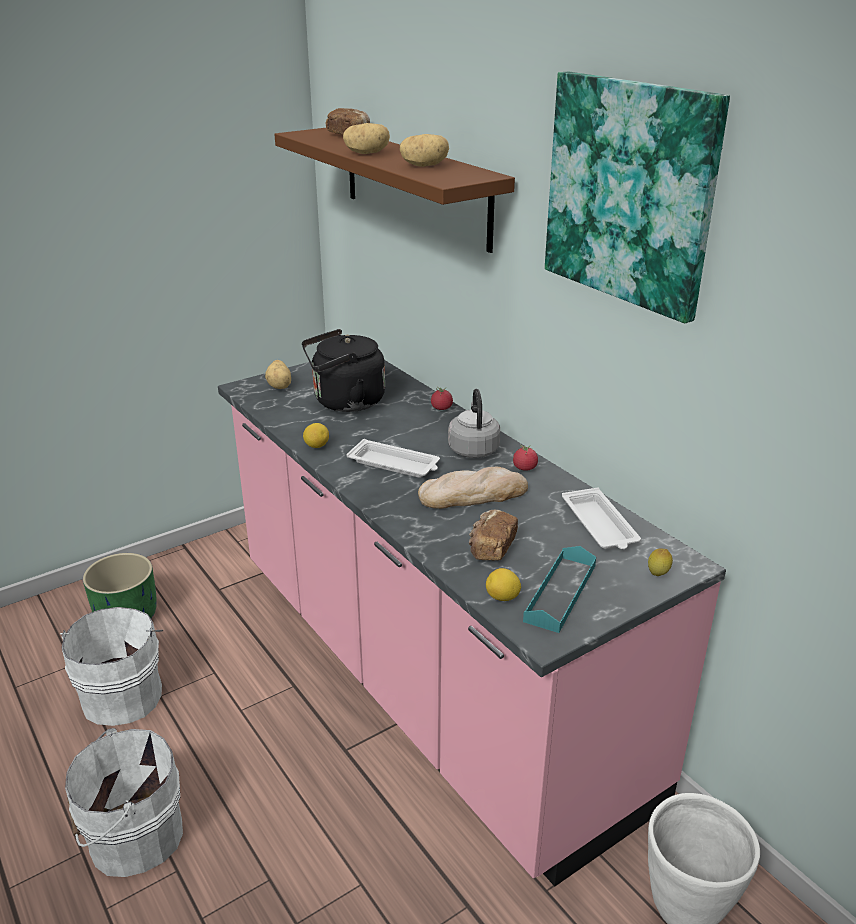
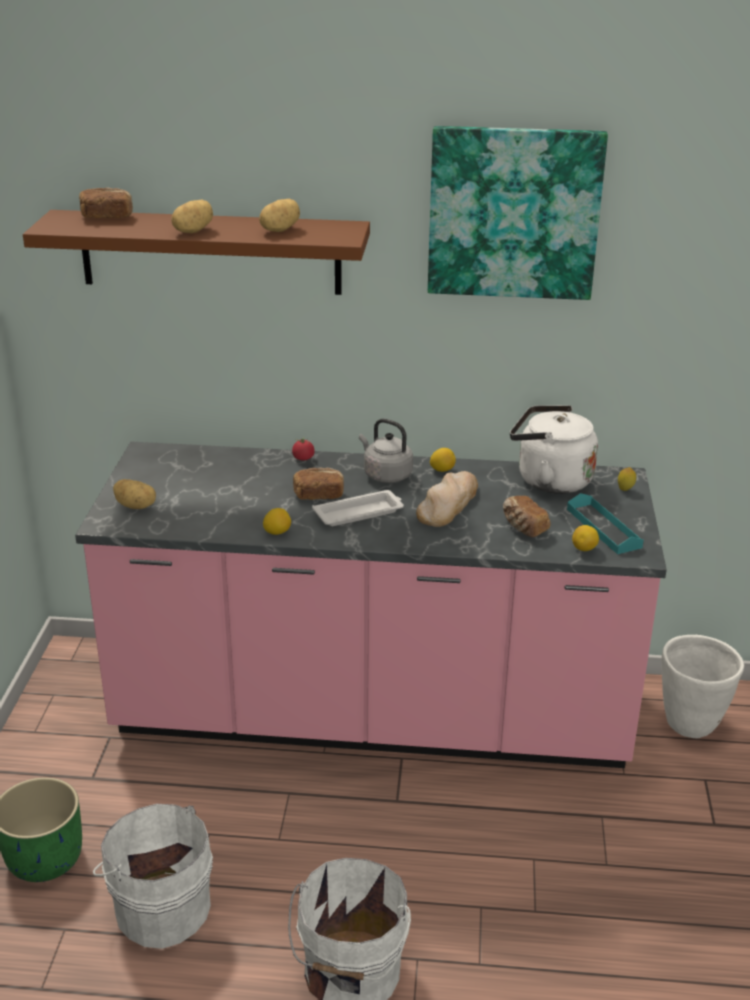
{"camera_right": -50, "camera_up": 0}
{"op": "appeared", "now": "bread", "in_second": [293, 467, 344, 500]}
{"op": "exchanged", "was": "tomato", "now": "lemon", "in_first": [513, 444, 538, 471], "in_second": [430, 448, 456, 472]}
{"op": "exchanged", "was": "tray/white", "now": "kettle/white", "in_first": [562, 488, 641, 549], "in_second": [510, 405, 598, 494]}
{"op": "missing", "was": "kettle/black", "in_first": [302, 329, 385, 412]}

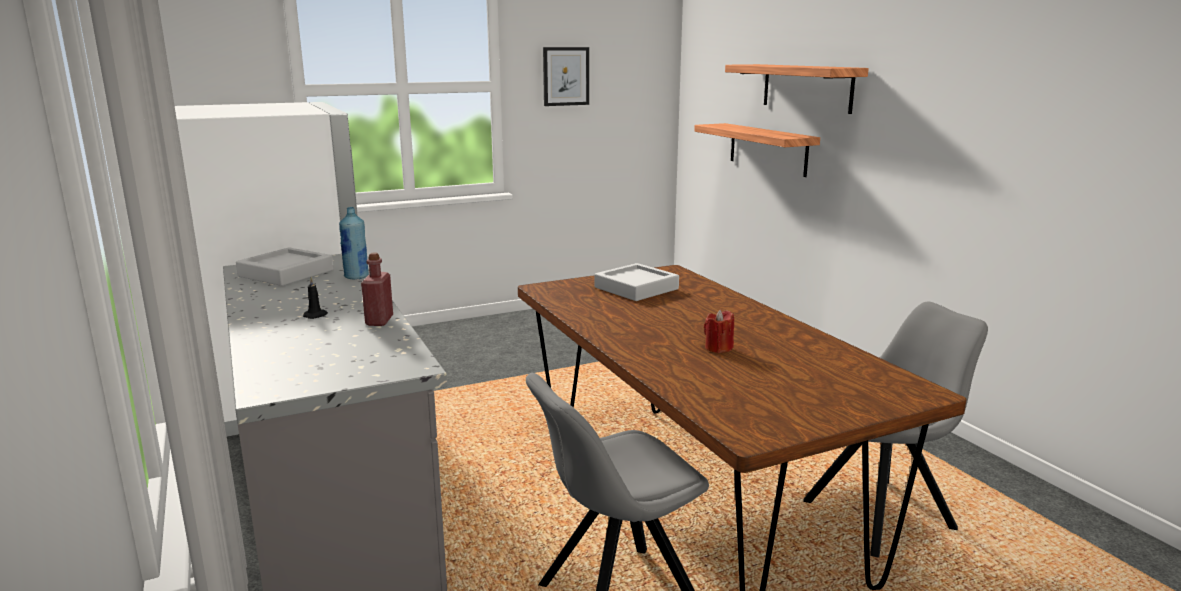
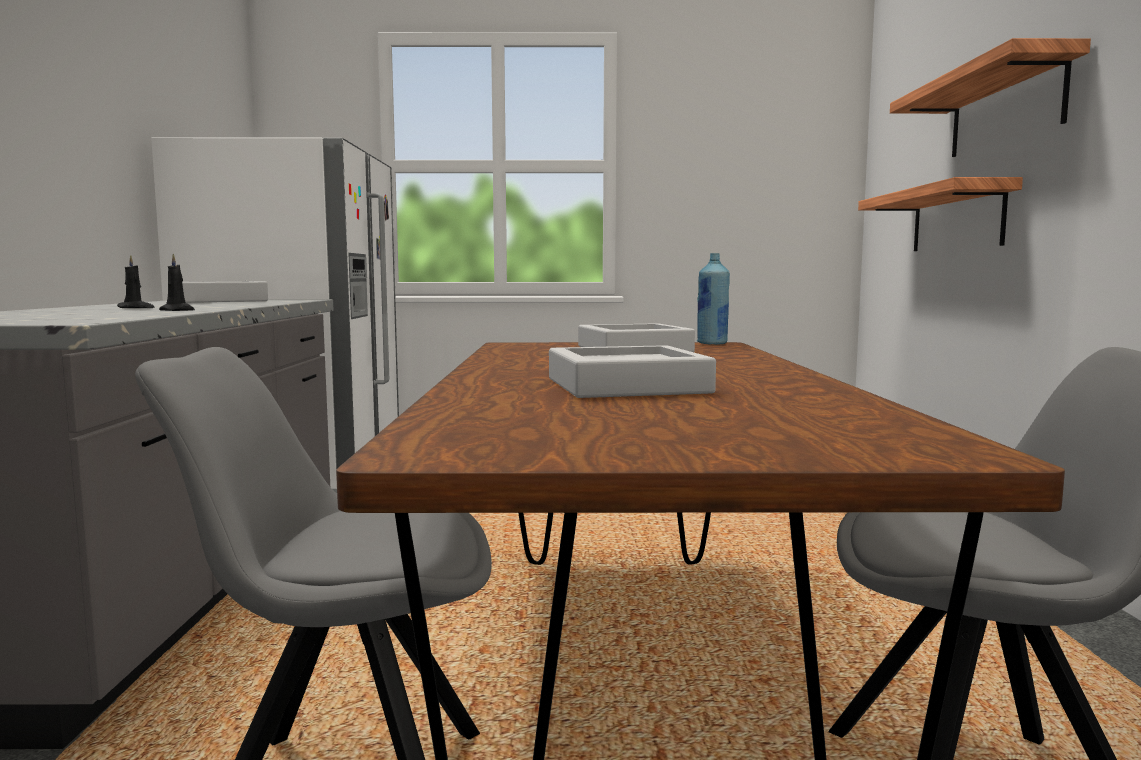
{"camera_right": 25, "camera_up": -10}
{"op": "exchanged", "was": "bottle/red", "now": "candle/black", "in_first": [361, 253, 393, 326], "in_second": [159, 253, 195, 311]}
{"op": "exchanged", "was": "candle/red", "now": "tray/grey", "in_first": [704, 310, 734, 353], "in_second": [549, 345, 716, 398]}
{"op": "relocated", "was": "bottle/blue", "in_first": [339, 207, 369, 280], "in_second": [697, 253, 730, 345]}
{"op": "missing", "was": "picture", "in_first": [543, 47, 589, 106]}

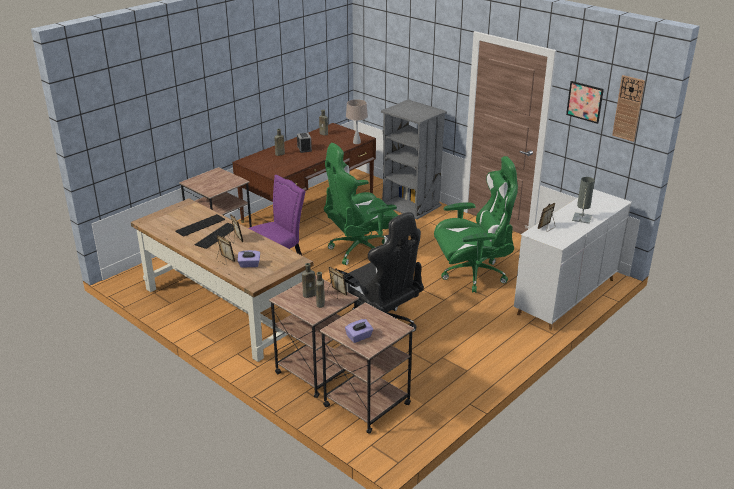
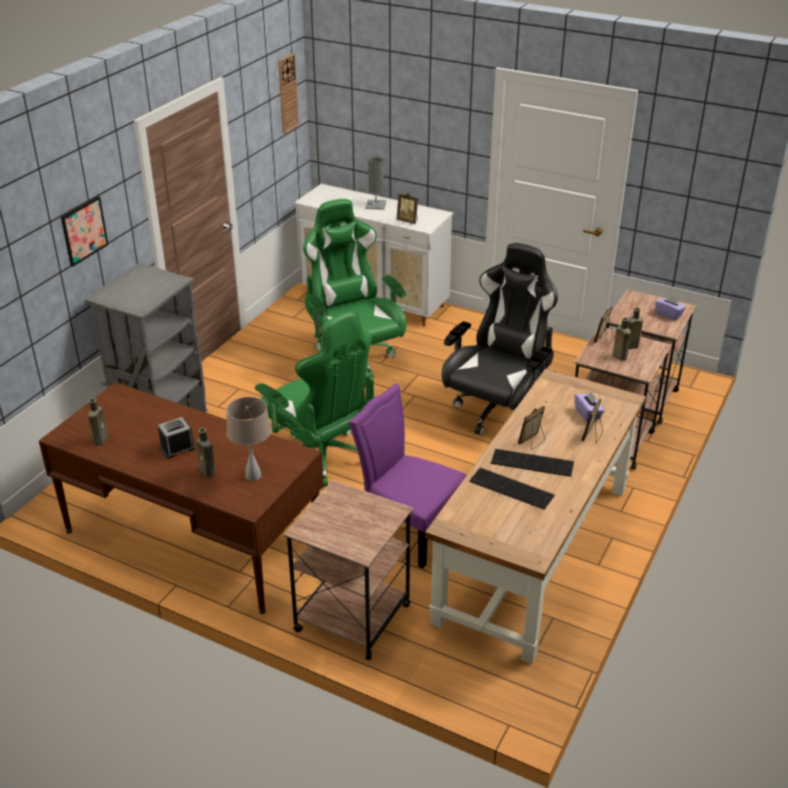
{"camera_right": -105, "camera_up": 5}
{"op": "relocated", "was": "picture", "in_first": [566, 81, 604, 124], "in_second": [61, 196, 108, 267]}
{"op": "relocated", "was": "table lamp/beige", "in_first": [346, 99, 368, 144], "in_second": [226, 397, 271, 481]}

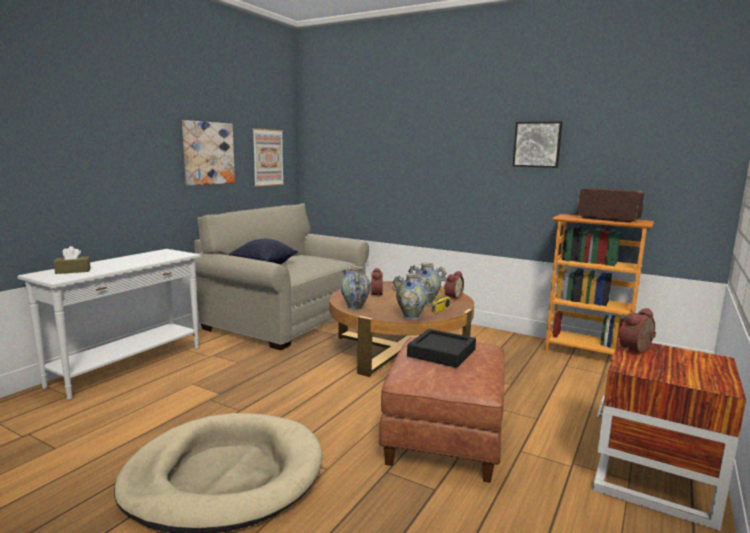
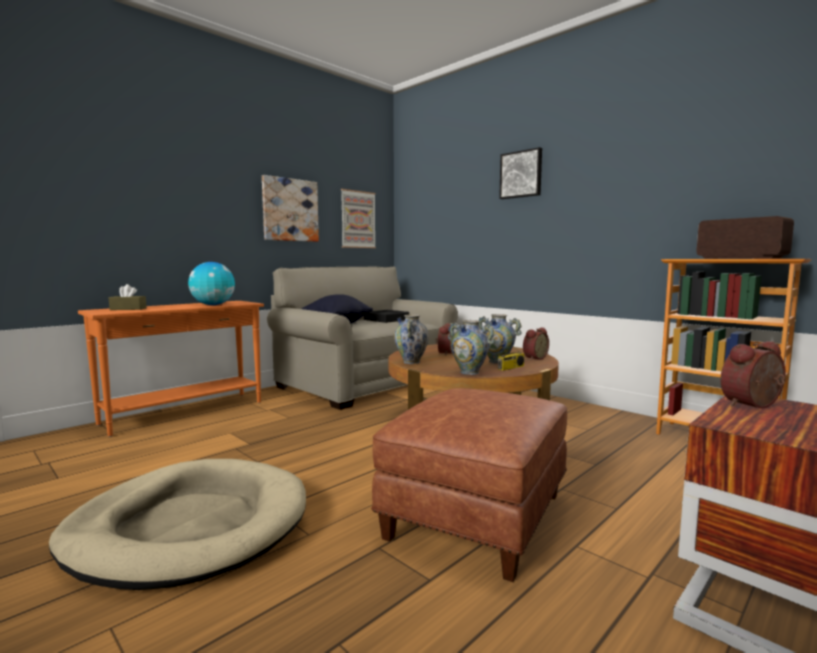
{"camera_right": 15, "camera_up": -5}
{"op": "colour", "was": "console table/white", "now": "console table/orange", "in_first": [17, 249, 201, 400], "in_second": [78, 301, 264, 437]}
{"op": "appeared", "now": "globe", "in_second": [188, 262, 235, 305]}
{"op": "relocated", "was": "tray/black", "in_first": [407, 329, 476, 368], "in_second": [364, 310, 409, 323]}
{"op": "relocated", "was": "picture", "in_first": [513, 121, 563, 168], "in_second": [499, 147, 542, 199]}

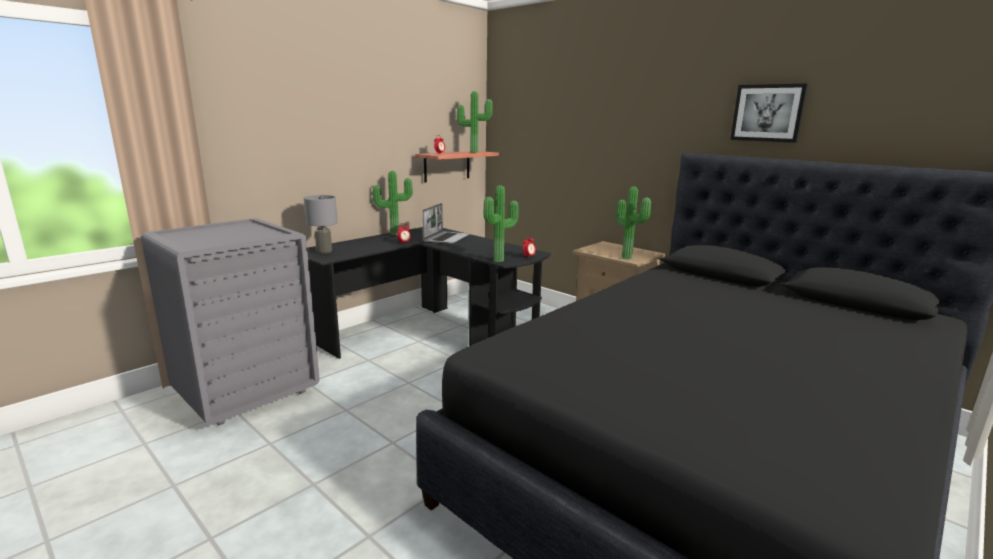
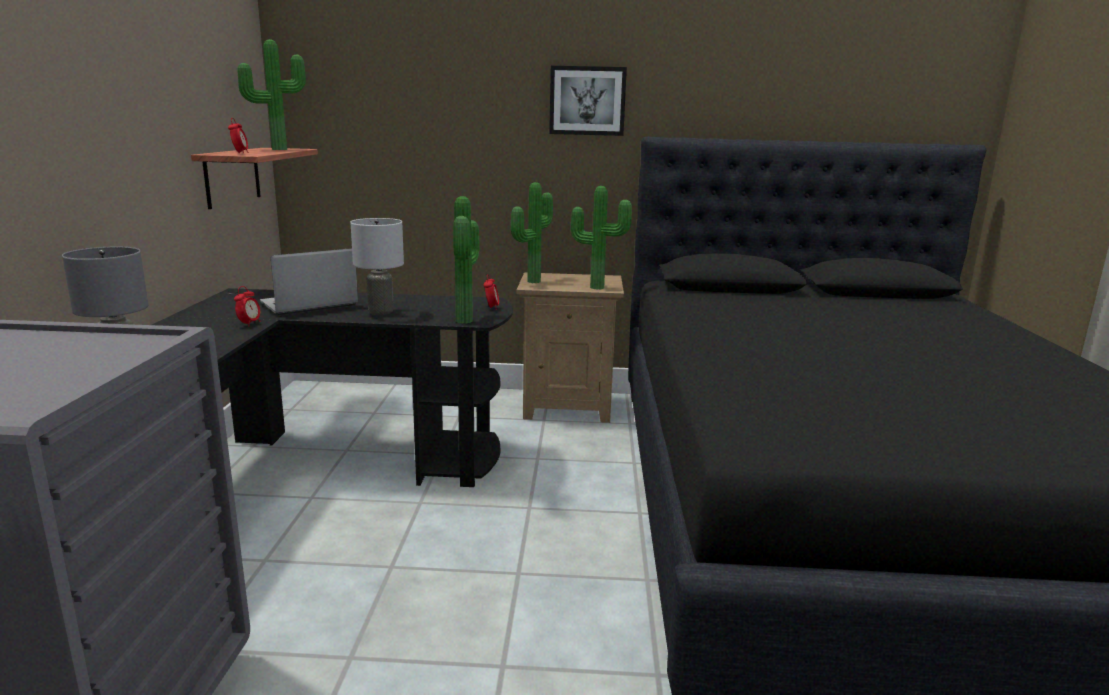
{"camera_right": -40, "camera_up": 0}
{"op": "spun", "was": "laptop", "in_first": [422, 203, 469, 245], "in_second": [260, 248, 358, 315], "clockwise": -105}
{"op": "appeared", "now": "table lamp/white", "in_second": [350, 218, 404, 315]}
{"op": "relocated", "was": "potted plant", "in_first": [373, 171, 413, 235], "in_second": [511, 182, 553, 283]}
{"op": "relocated", "was": "picture", "in_first": [730, 84, 808, 143], "in_second": [549, 66, 627, 136]}

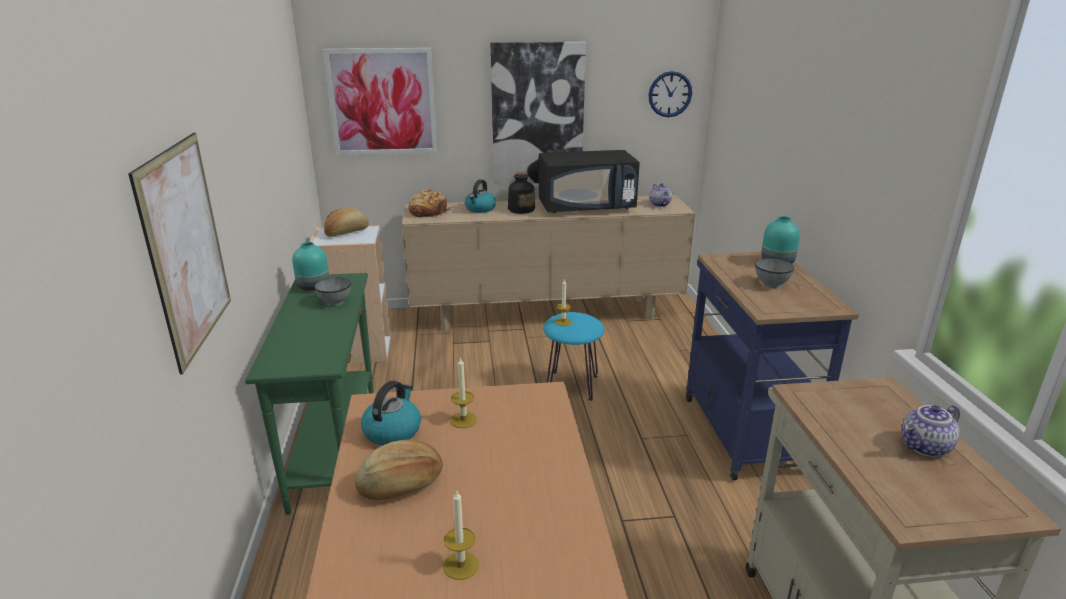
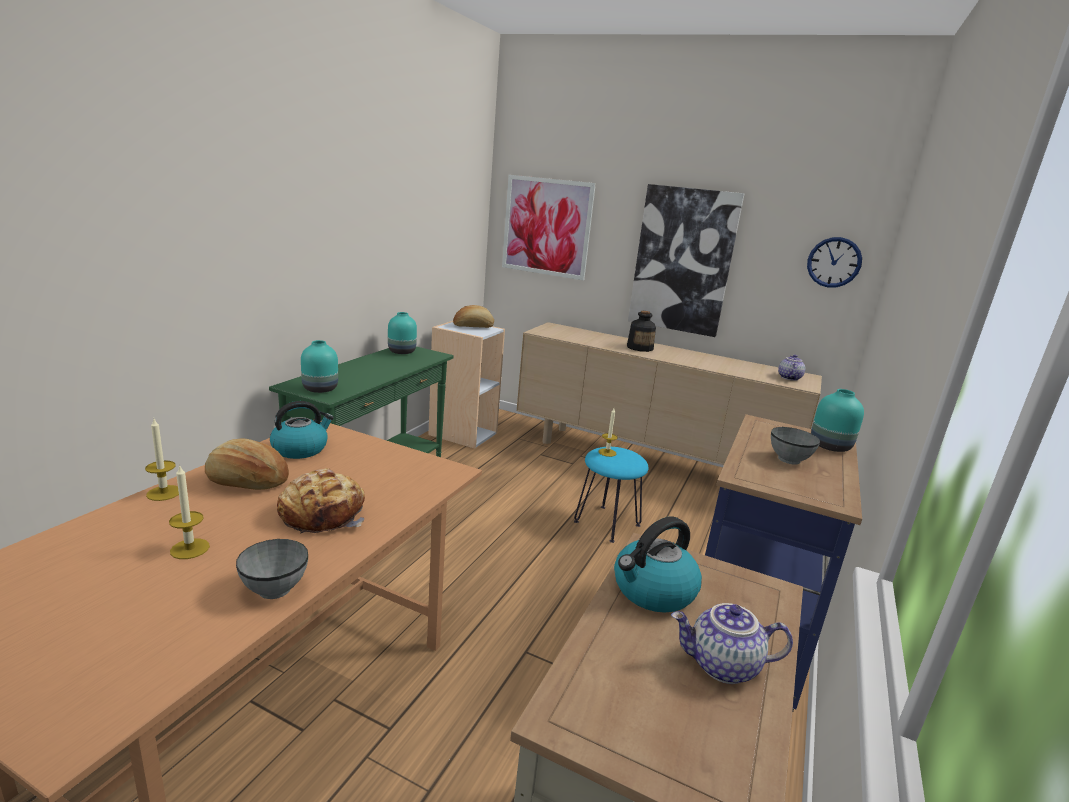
{"camera_right": 30, "camera_up": -5}
{"op": "relocated", "was": "candle", "in_first": [450, 357, 477, 428], "in_second": [145, 419, 179, 501]}
{"op": "relocated", "was": "bowl/grey", "in_first": [315, 277, 351, 306], "in_second": [236, 539, 308, 599]}
{"op": "relocated", "was": "bread", "in_first": [409, 189, 453, 218], "in_second": [277, 468, 365, 533]}
{"op": "appeared", "now": "vase/turquoise", "in_second": [301, 340, 338, 393]}
{"op": "relocated", "was": "kettle", "in_first": [465, 180, 496, 213], "in_second": [614, 516, 702, 612]}
{"op": "missing", "was": "picture", "in_first": [128, 133, 231, 374]}
{"op": "missing", "was": "microwave/black", "in_first": [539, 150, 640, 213]}

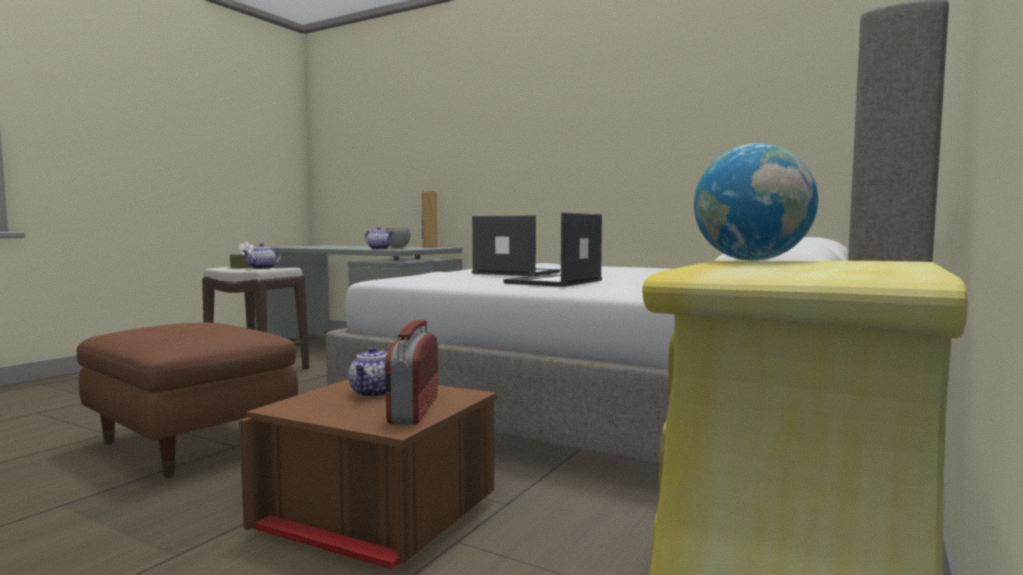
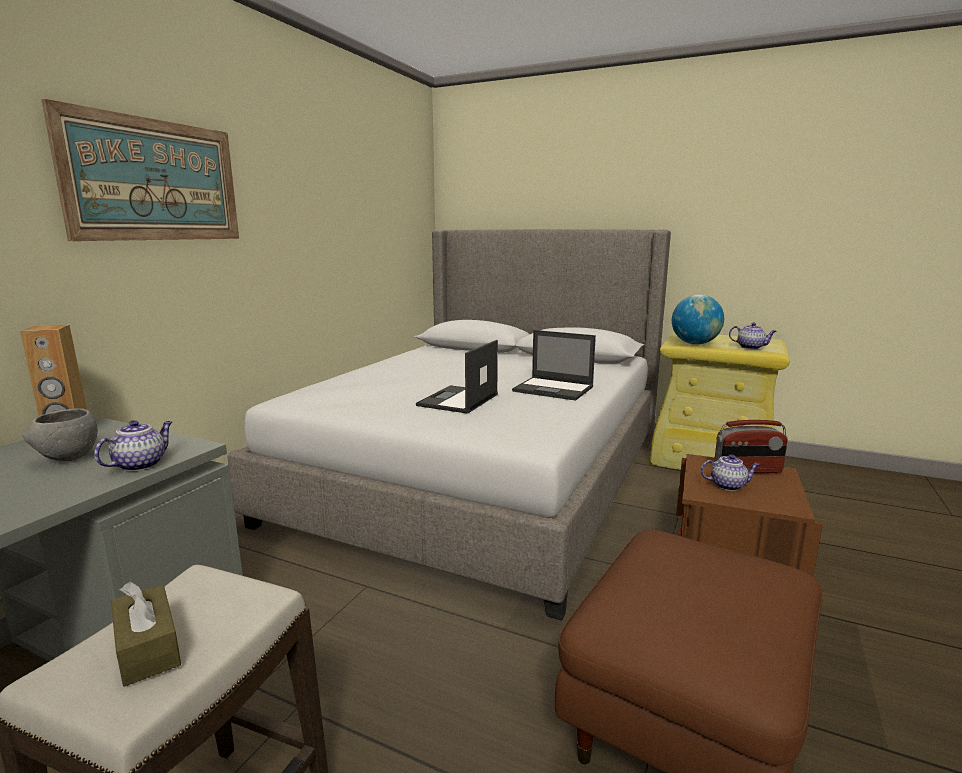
{"camera_right": -95, "camera_up": 10}
{"op": "appeared", "now": "picture", "in_second": [41, 99, 239, 241]}
{"op": "relocated", "was": "teapot", "in_first": [242, 243, 281, 269], "in_second": [729, 323, 777, 349]}

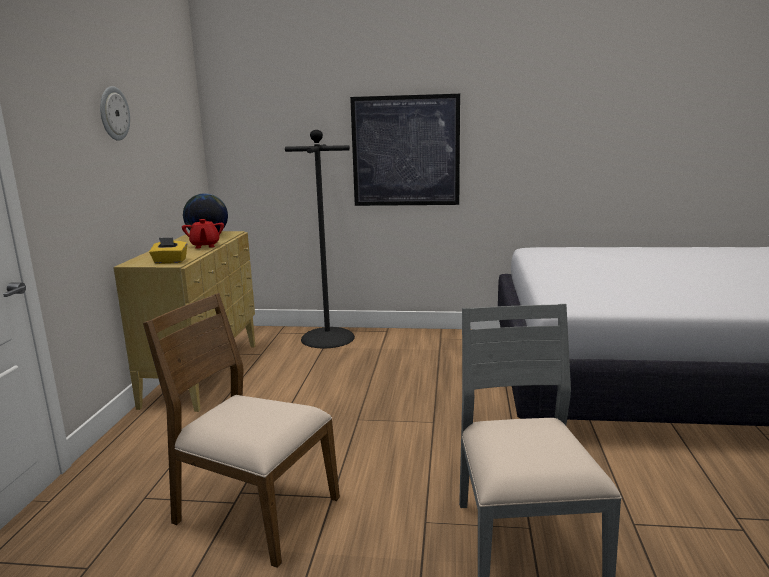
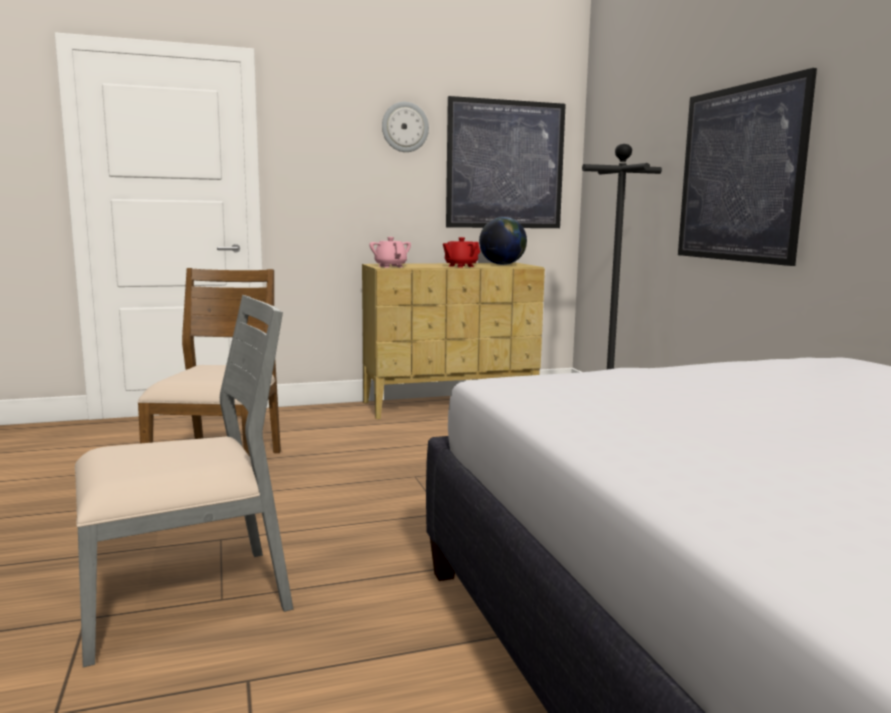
{"camera_right": 65, "camera_up": -5}
{"op": "exchanged", "was": "tissue box/yellow", "now": "teapot/pink", "in_first": [149, 237, 187, 264], "in_second": [369, 237, 411, 268]}
{"op": "appeared", "now": "picture", "in_second": [446, 96, 566, 228]}

